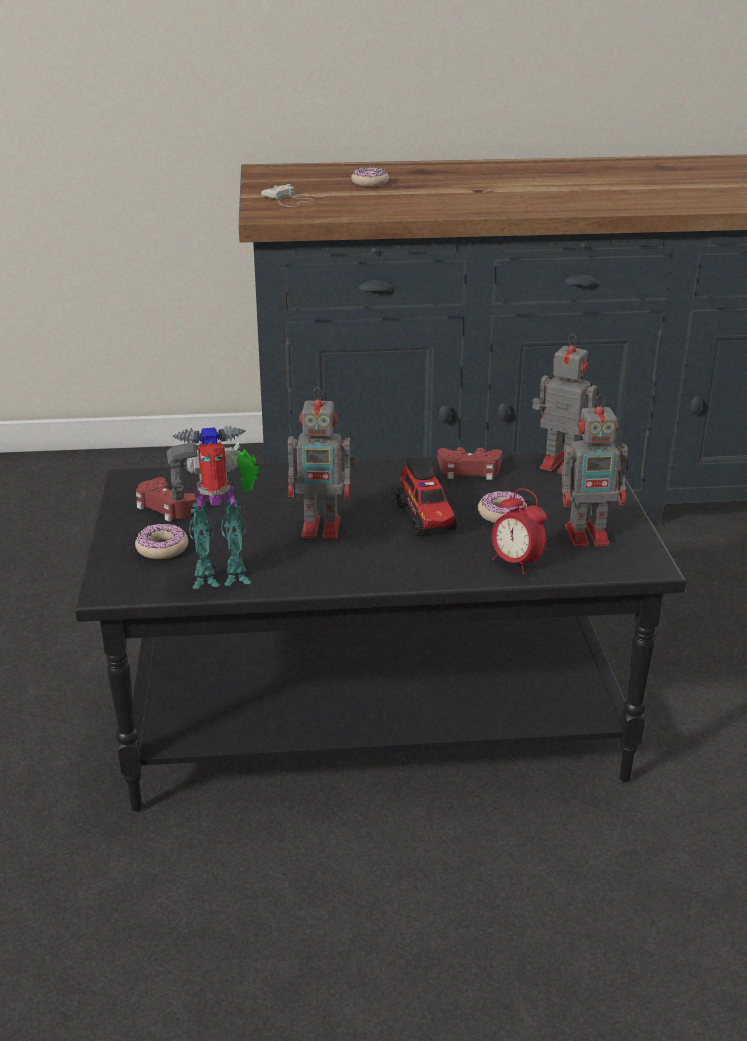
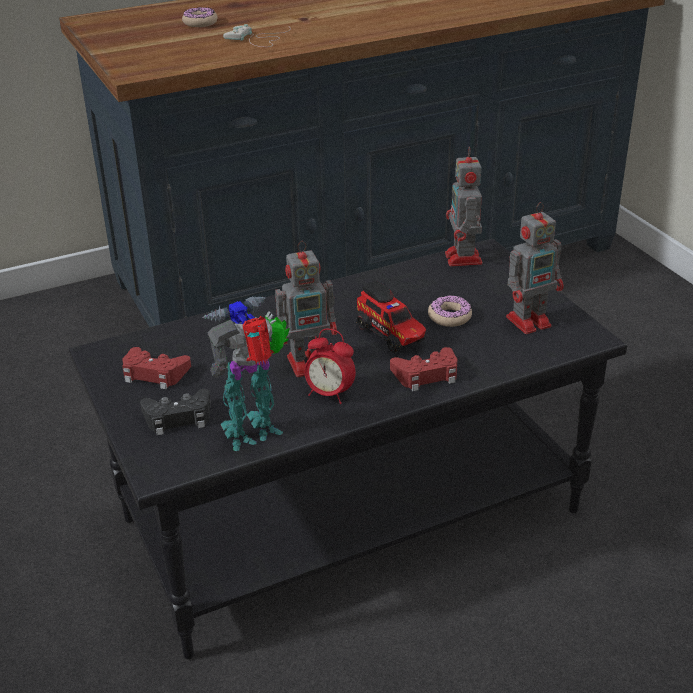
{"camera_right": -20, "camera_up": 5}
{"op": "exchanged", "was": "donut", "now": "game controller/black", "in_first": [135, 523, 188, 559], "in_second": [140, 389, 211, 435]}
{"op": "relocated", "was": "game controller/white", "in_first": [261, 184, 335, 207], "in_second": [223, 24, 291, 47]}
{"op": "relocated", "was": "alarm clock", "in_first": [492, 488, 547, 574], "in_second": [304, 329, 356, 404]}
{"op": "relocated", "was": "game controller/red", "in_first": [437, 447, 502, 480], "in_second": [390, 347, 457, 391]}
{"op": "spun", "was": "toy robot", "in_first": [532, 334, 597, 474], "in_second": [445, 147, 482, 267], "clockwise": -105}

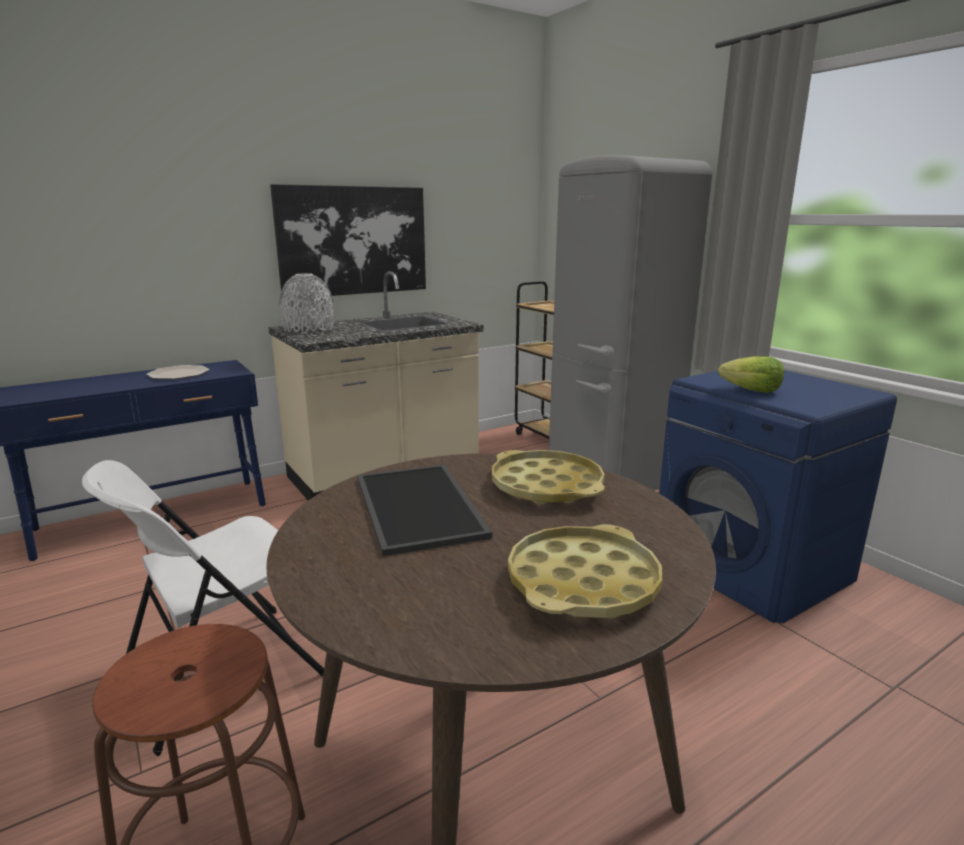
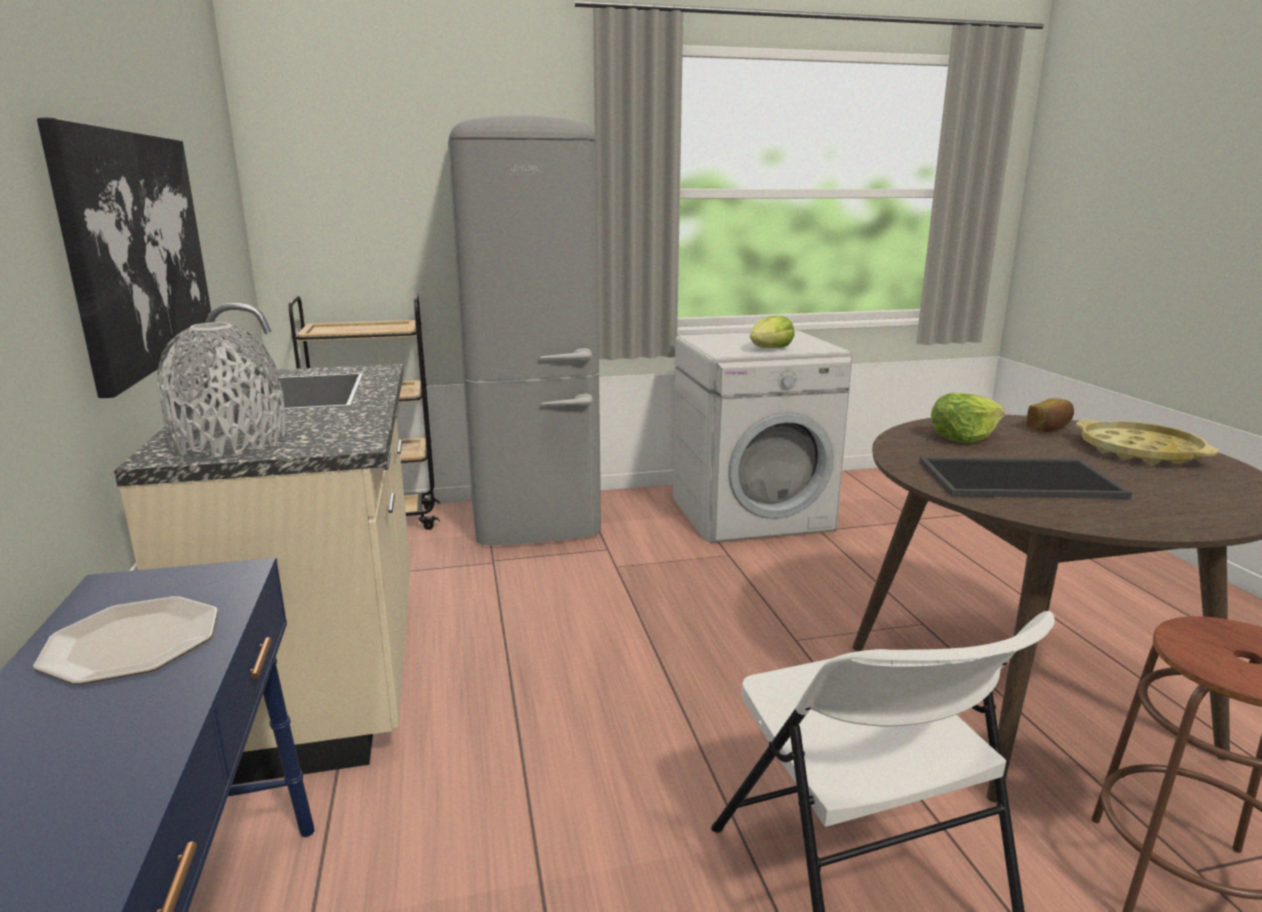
{"camera_right": -70, "camera_up": 0}
{"op": "colour", "was": "washing machine/blue", "now": "washing machine/white", "in_first": [659, 370, 897, 623], "in_second": [672, 330, 853, 543]}
{"op": "exchanged", "was": "tray/yellow", "now": "lettuce", "in_first": [492, 450, 605, 505], "in_second": [931, 393, 1005, 443]}
{"op": "appeared", "now": "bread", "in_second": [1026, 398, 1074, 432]}

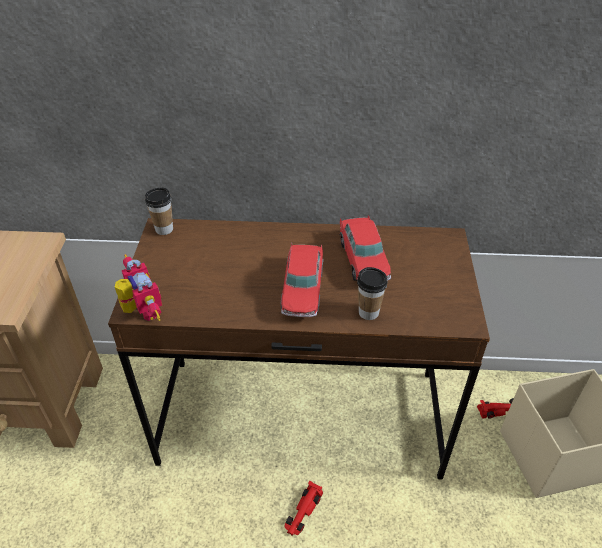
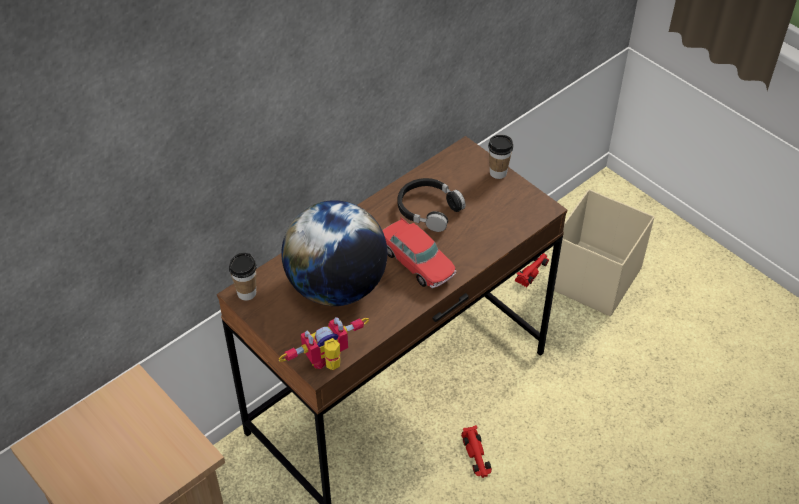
{"camera_right": -45, "camera_up": 5}
{"op": "spun", "was": "toy robot", "in_first": [115, 254, 162, 321], "in_second": [278, 317, 369, 370], "clockwise": -45}
{"op": "appeared", "now": "globe", "in_second": [281, 200, 387, 306]}
{"op": "exchanged", "was": "toy car", "now": "headphones/black", "in_first": [339, 215, 391, 281], "in_second": [397, 178, 466, 232]}
{"op": "relocated", "was": "cup", "in_first": [357, 267, 388, 320], "in_second": [488, 135, 513, 179]}

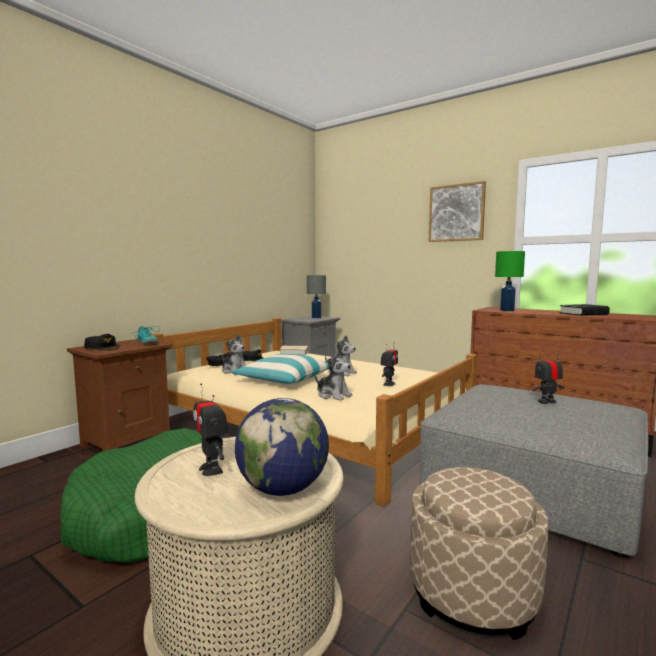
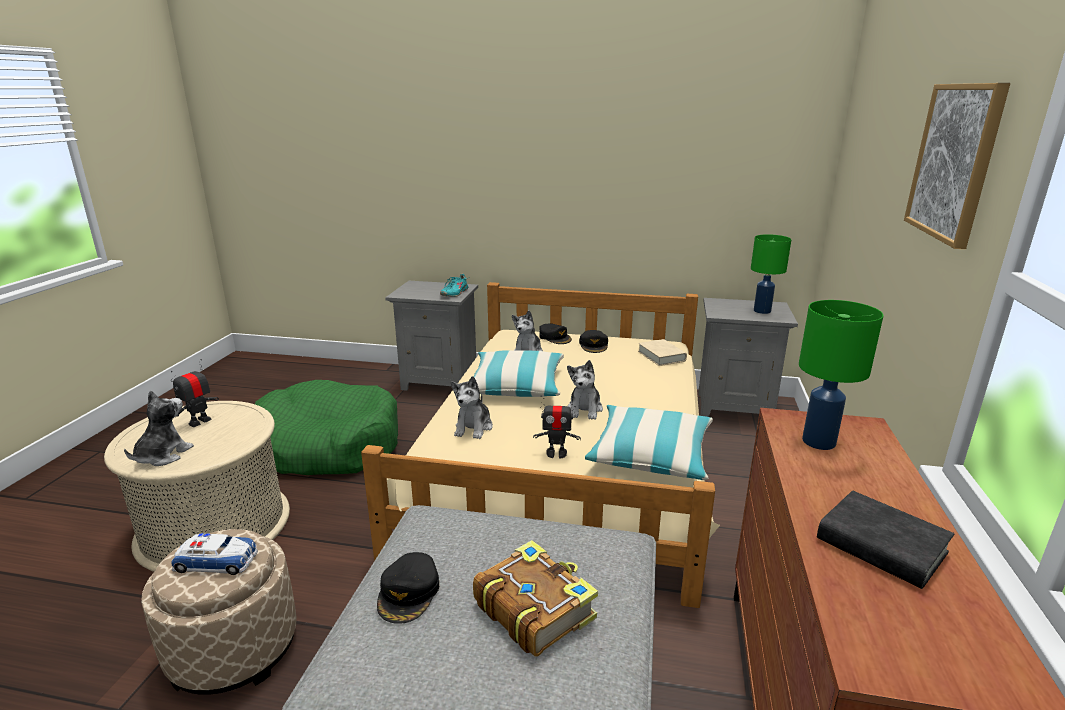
{"camera_right": 65, "camera_up": 15}
{"op": "exchanged", "was": "globe", "now": "plush toy", "in_first": [235, 398, 329, 496], "in_second": [124, 390, 194, 466]}
{"op": "appeared", "now": "toy car", "in_second": [171, 533, 258, 575]}
{"op": "relocated", "was": "cap/black", "in_first": [84, 334, 120, 350], "in_second": [377, 552, 439, 624]}
{"op": "colour", "was": "nightstand/brown", "now": "nightstand/grey", "in_first": [67, 339, 173, 451], "in_second": [385, 281, 478, 391]}
{"op": "exchanged", "was": "toy robot", "now": "book", "in_first": [532, 351, 565, 404], "in_second": [473, 540, 598, 657]}
{"op": "appeared", "now": "pillow", "in_second": [585, 405, 713, 480]}
{"op": "colour", "was": "table lamp/grey", "now": "table lamp/green", "in_first": [307, 275, 326, 318], "in_second": [751, 234, 791, 314]}

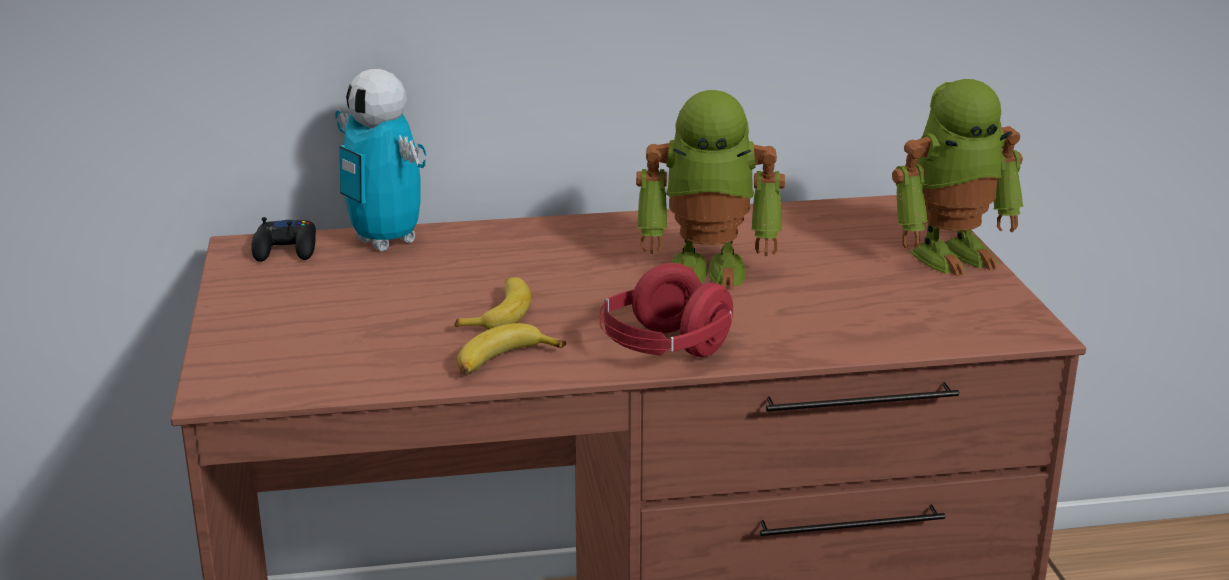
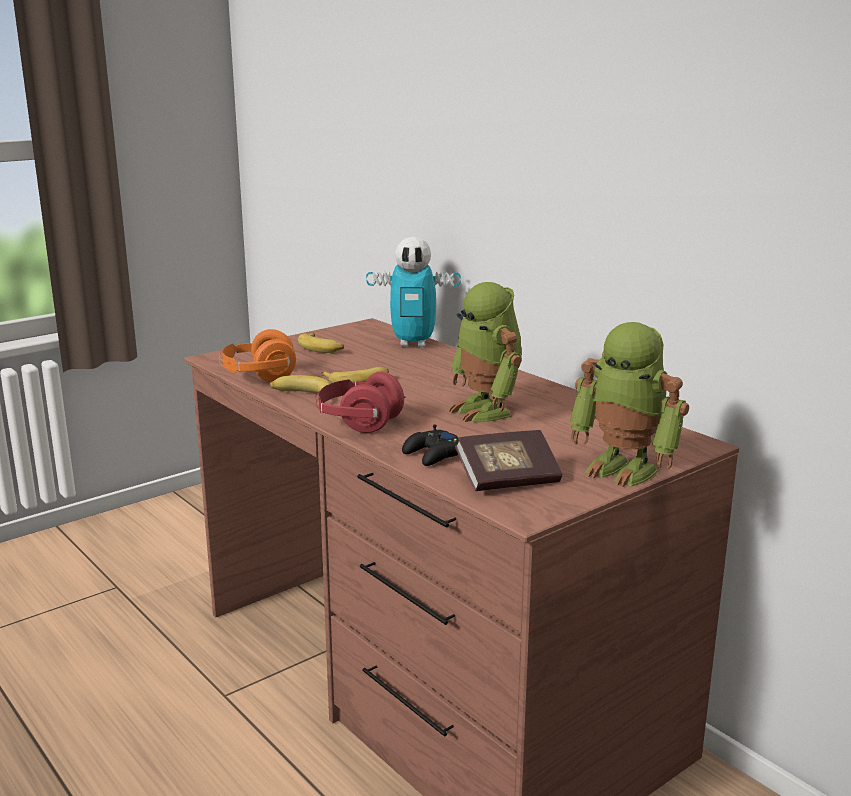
{"camera_right": 60, "camera_up": -5}
{"op": "appeared", "now": "headphones/orange", "in_second": [219, 329, 296, 382]}
{"op": "appeared", "now": "banana", "in_second": [298, 333, 344, 353]}
{"op": "spun", "was": "toy robot", "in_first": [335, 69, 427, 251], "in_second": [366, 237, 461, 347], "clockwise": -105}
{"op": "relocated", "was": "game controller/black", "in_first": [251, 217, 316, 262], "in_second": [402, 424, 459, 466]}
{"op": "appeared", "now": "book", "in_second": [455, 430, 562, 491]}

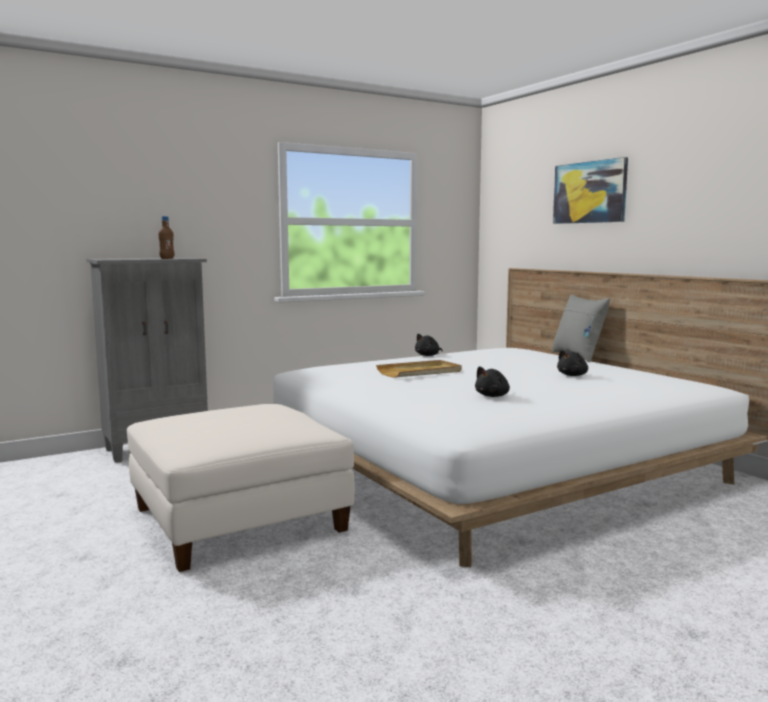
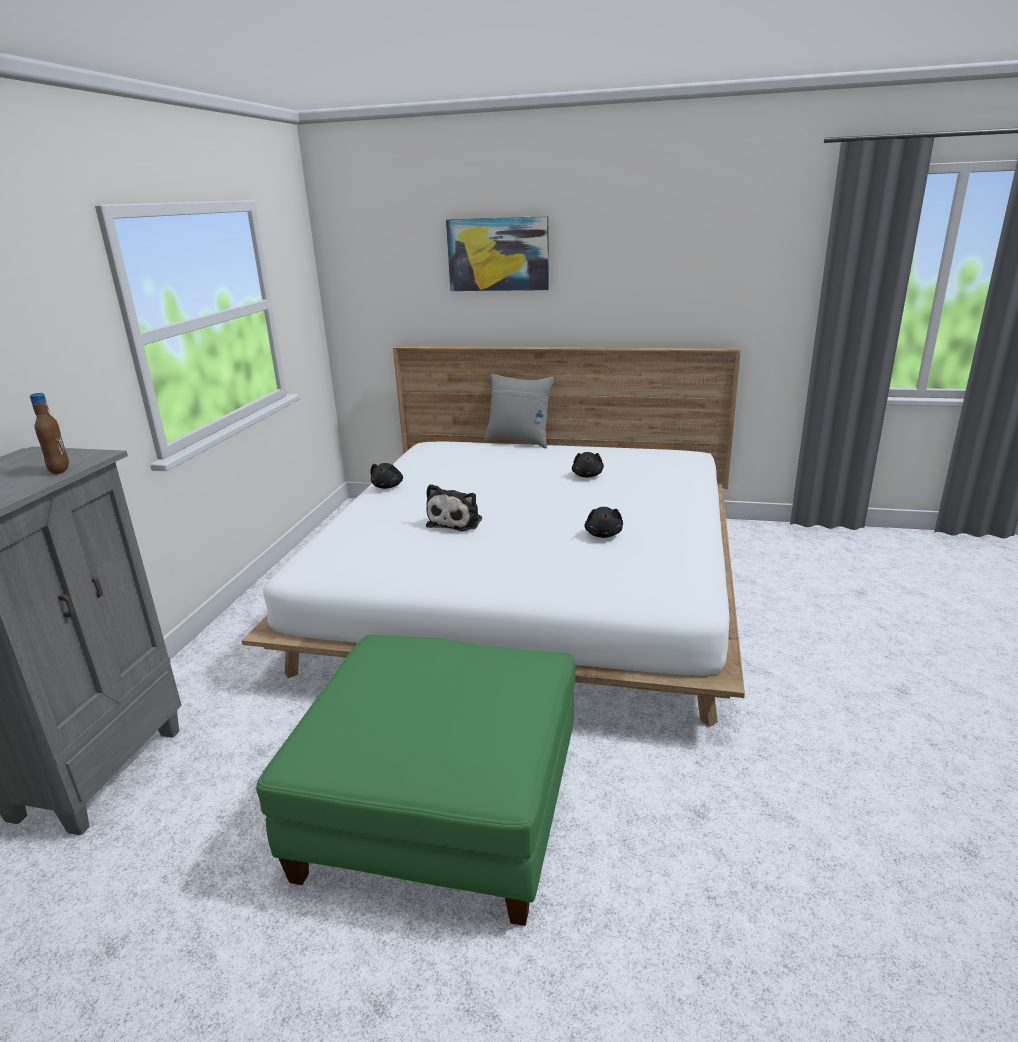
{"camera_right": -45, "camera_up": 15}
{"op": "colour", "was": "ottoman/white", "now": "ottoman/green", "in_first": [127, 404, 355, 572], "in_second": [256, 635, 575, 926]}
{"op": "exchanged", "was": "tray/beige", "now": "plush toy", "in_first": [376, 360, 462, 378], "in_second": [426, 484, 482, 532]}

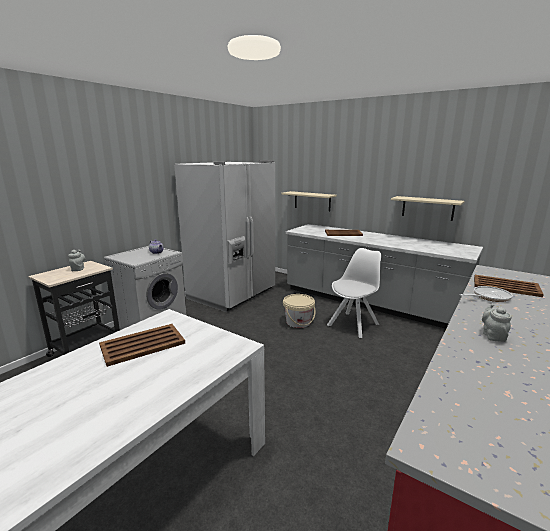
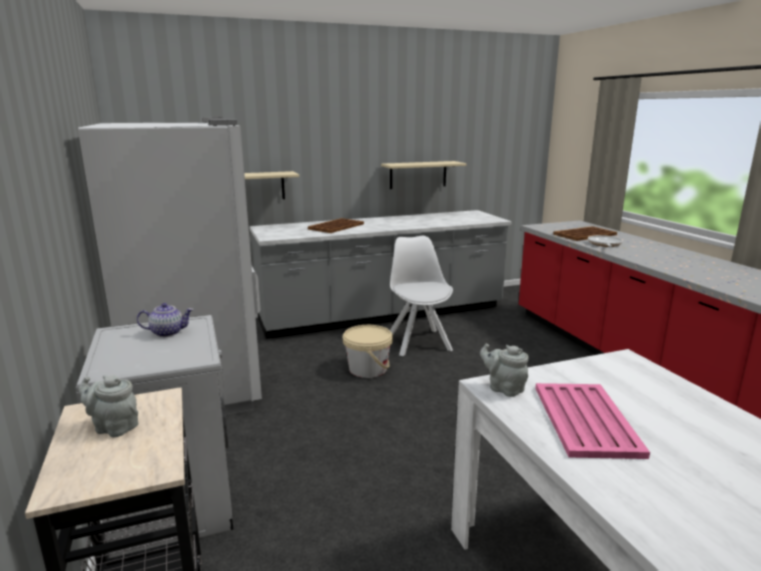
{"camera_right": -55, "camera_up": 0}
{"op": "relocated", "was": "teapot/grey", "in_first": [482, 303, 512, 342], "in_second": [480, 343, 529, 397]}
{"op": "colour", "was": "tray/brown", "now": "tray/pink", "in_first": [99, 324, 185, 367], "in_second": [535, 383, 650, 459]}

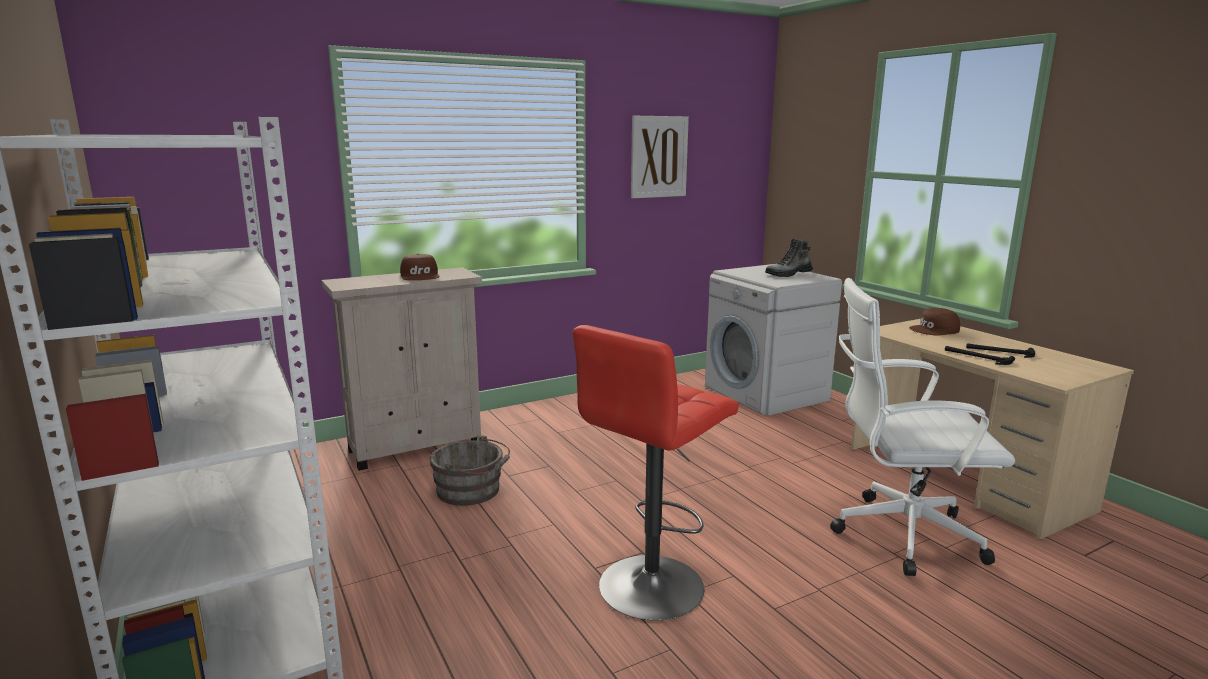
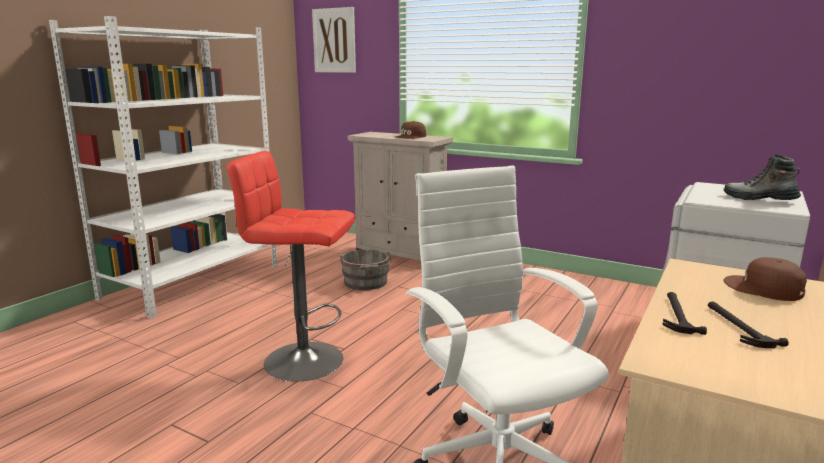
{"camera_right": 60, "camera_up": 0}
{"op": "relocated", "was": "picture", "in_first": [631, 116, 689, 198], "in_second": [312, 7, 356, 73]}

